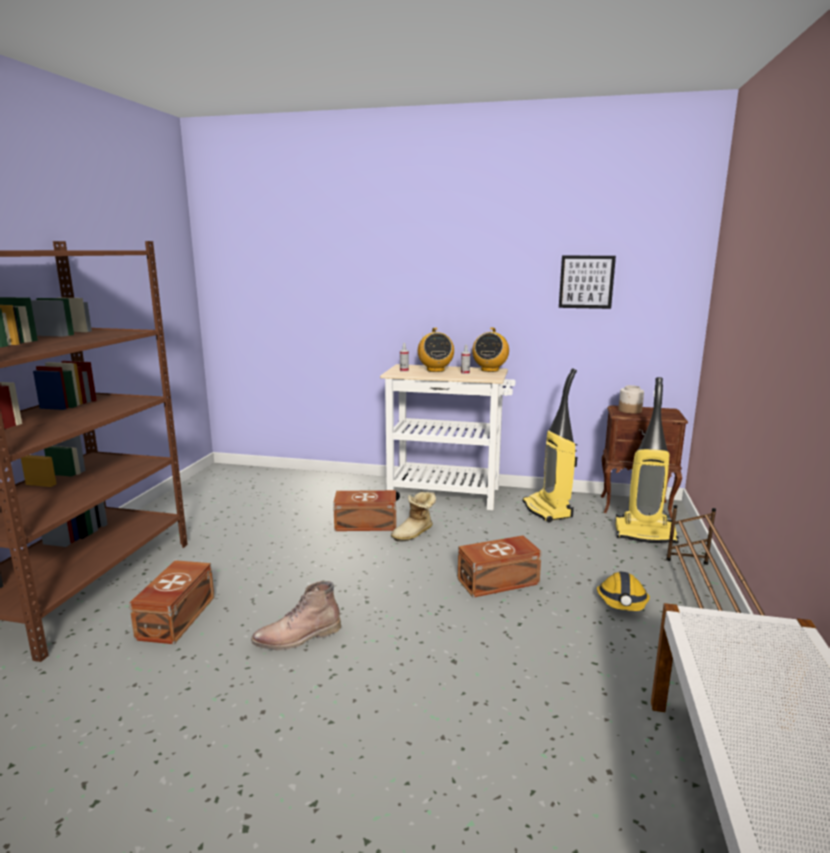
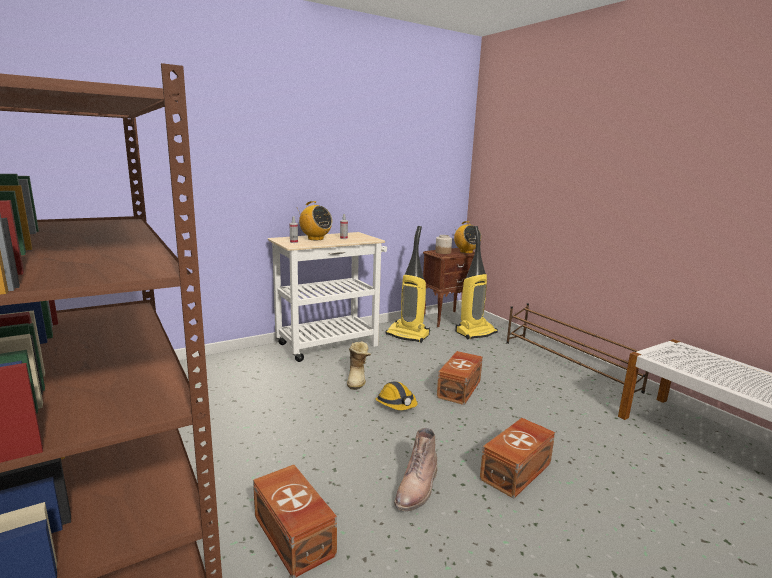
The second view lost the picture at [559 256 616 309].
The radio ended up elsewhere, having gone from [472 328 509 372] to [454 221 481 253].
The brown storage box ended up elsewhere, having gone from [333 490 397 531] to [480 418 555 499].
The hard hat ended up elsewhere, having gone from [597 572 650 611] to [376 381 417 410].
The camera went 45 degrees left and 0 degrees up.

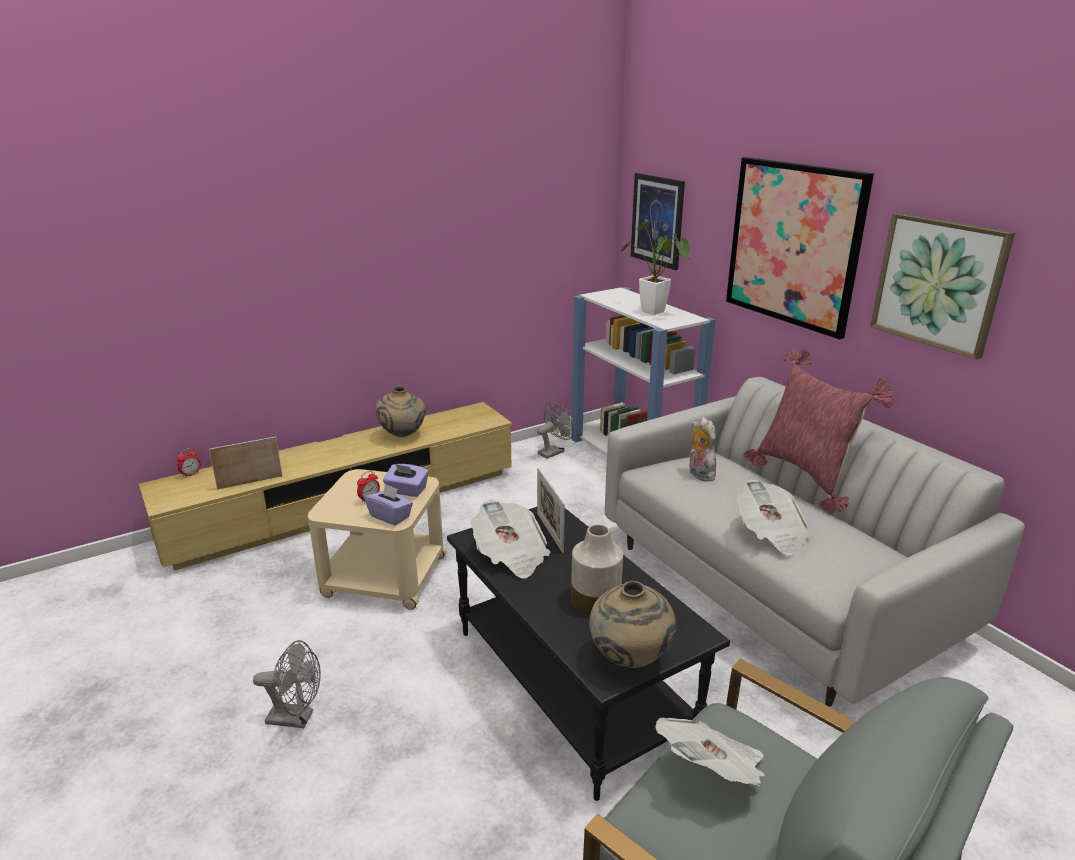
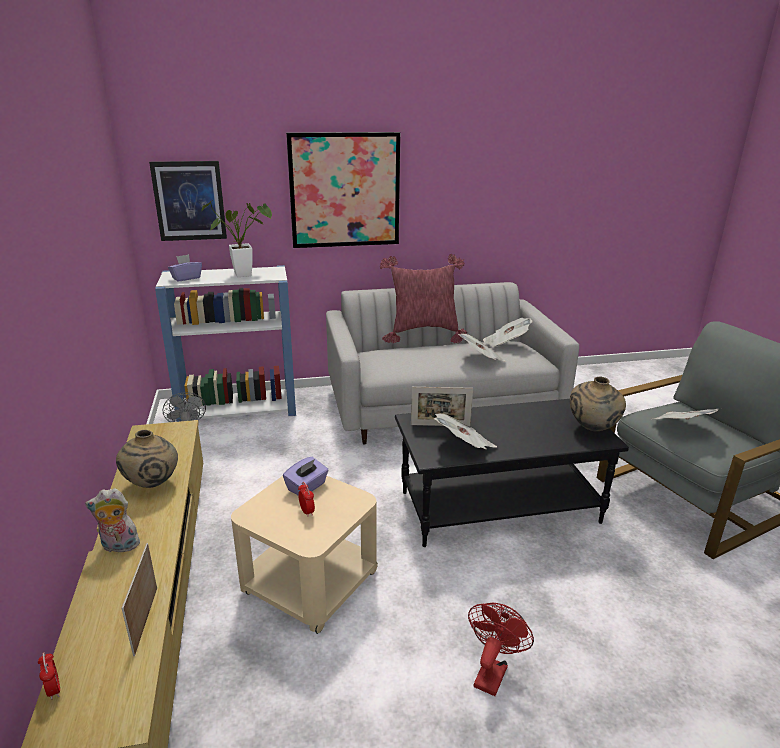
The second view lost the picture at [870 213 1015 360].
The plush toy ended up elsewhere, having gone from [689 417 716 481] to [85 488 142 552].
The purple tissue box ended up elsewhere, having gone from [365 484 413 525] to [168 254 202 281].
The second view lost the beige vase at [571 524 623 615].
What was the grey fan at [253 640 321 728] turned into the red fan at [468 603 534 696].
The second view gained the newspaper at [483 318 533 347].
The camera went 70 degrees left and 0 degrees up.

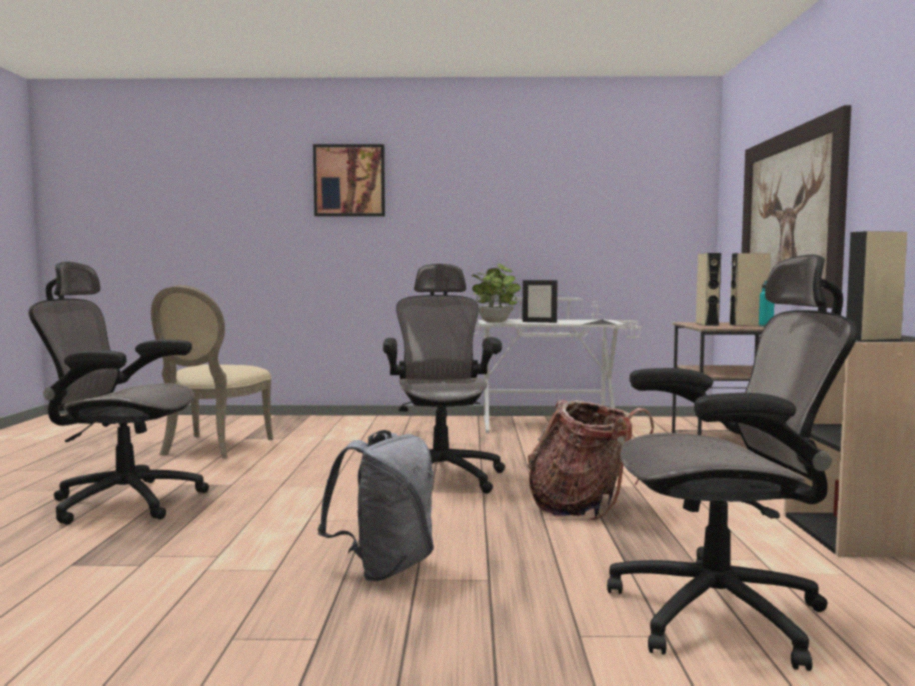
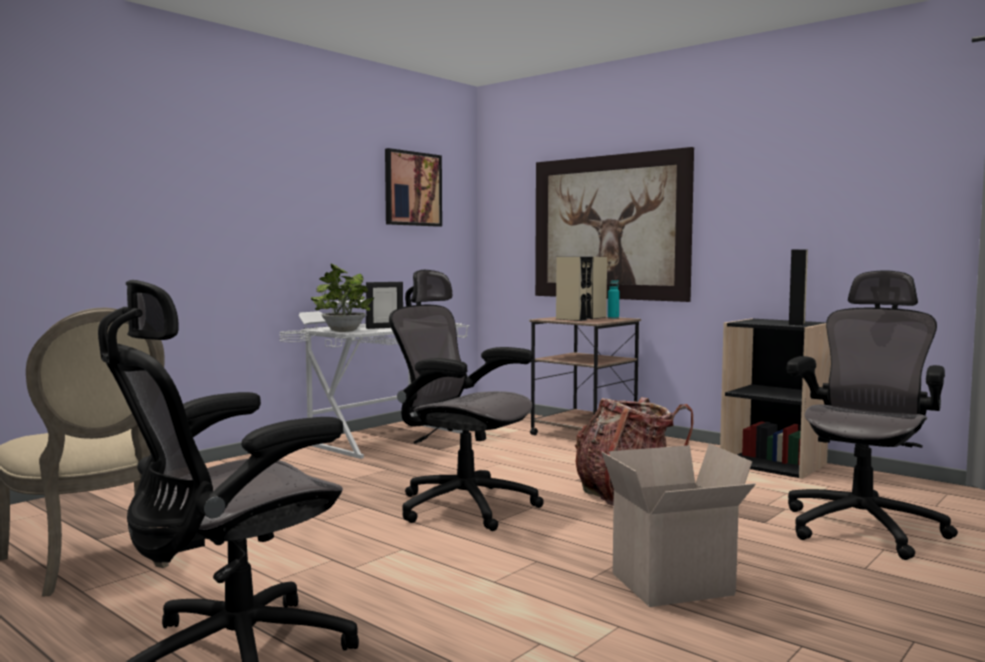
The picture ended up elsewhere, having gone from [313 144 385 216] to [385 148 442 227].
Where the grey backpack stood at [318 430 434 582], the cardboard box came to stand at [602 443 756 607].
The camera went 50 degrees left and 0 degrees up.

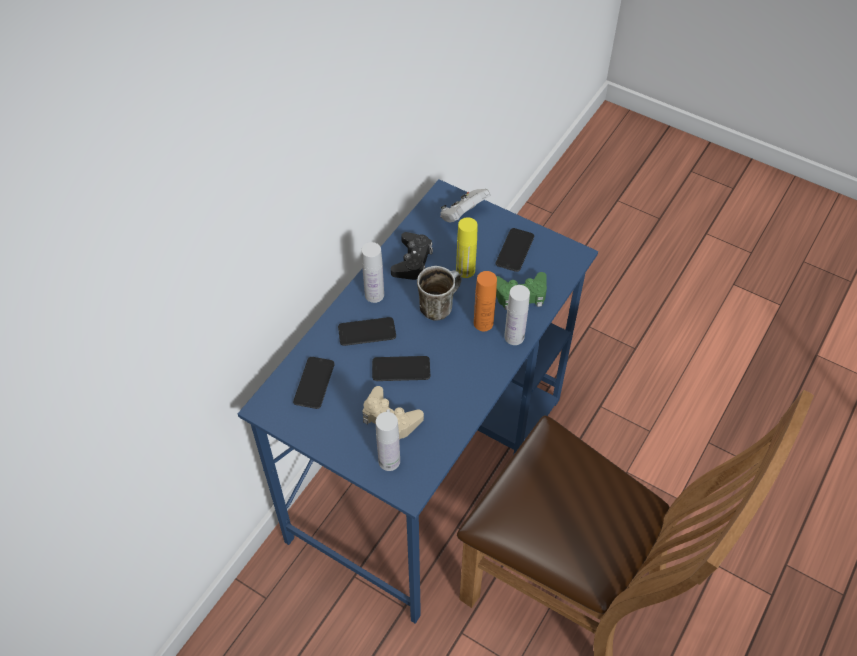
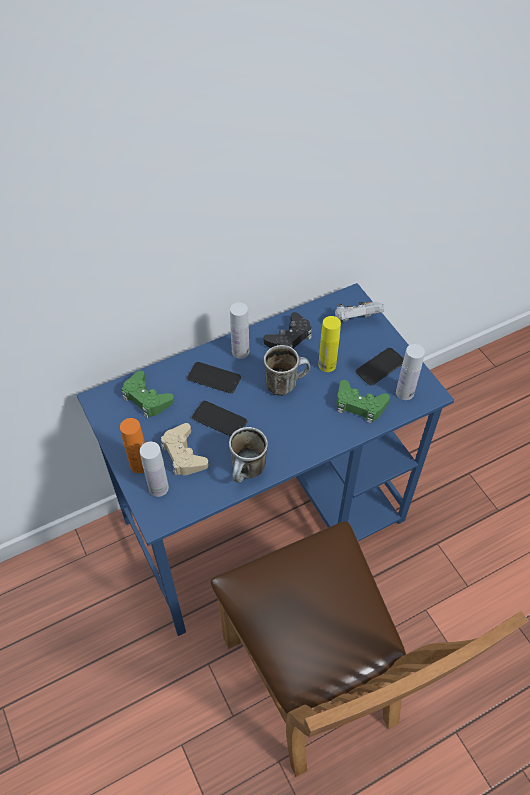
The orange bottle ended up elsewhere, having gone from [474 271 497 331] to [120 418 145 473].
The white bottle ended up elsewhere, having gone from [504 285 530 345] to [396 344 425 400].
Where the phone stood at [293 357 335 409], the green game controller came to stand at [122 370 174 418].
The second view gained the mug at [229 427 268 483].
The camera went 30 degrees right and 0 degrees up.

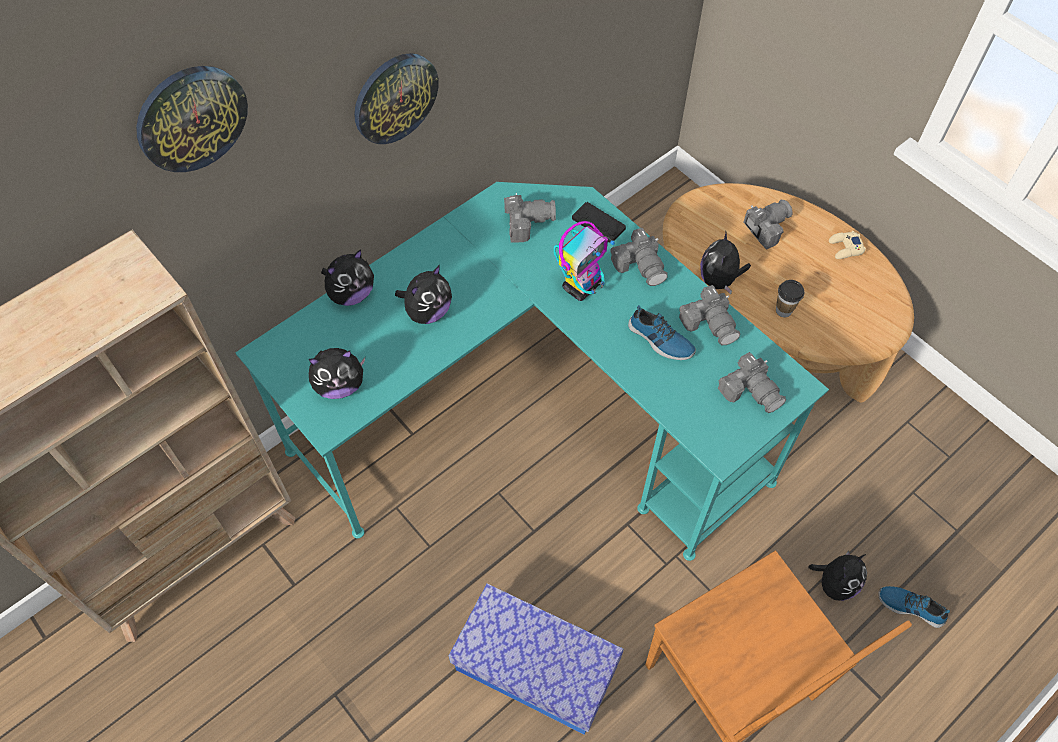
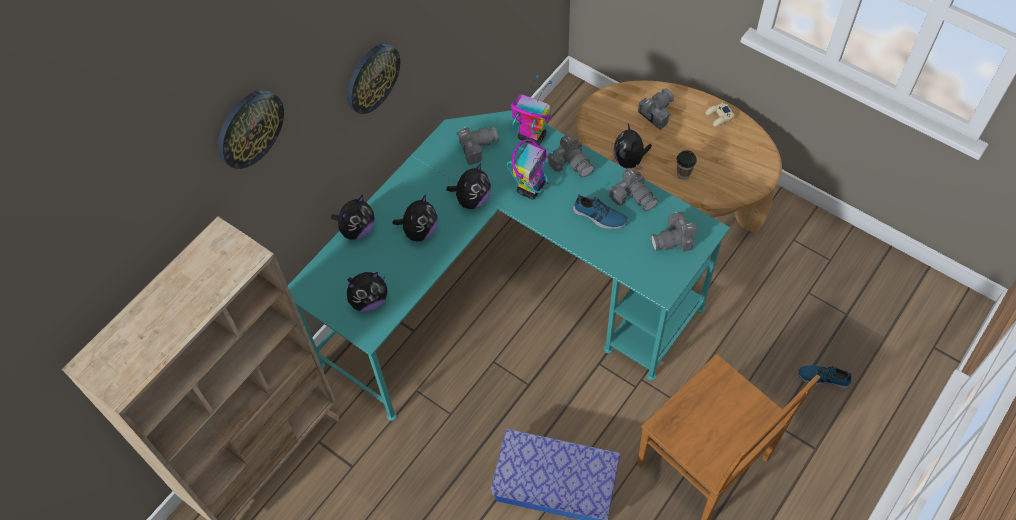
Where the black game controller stood at [572 202 626 243], the toy robot came to stand at [511 75 552 145].
The photo camera at [718 352 786 413] ended up facing another way, 120 degrees clockwise from before.
The plush toy ended up elsewhere, having gone from [808 551 867 601] to [446 163 491 209].
The camera went 10 degrees left and 0 degrees up.

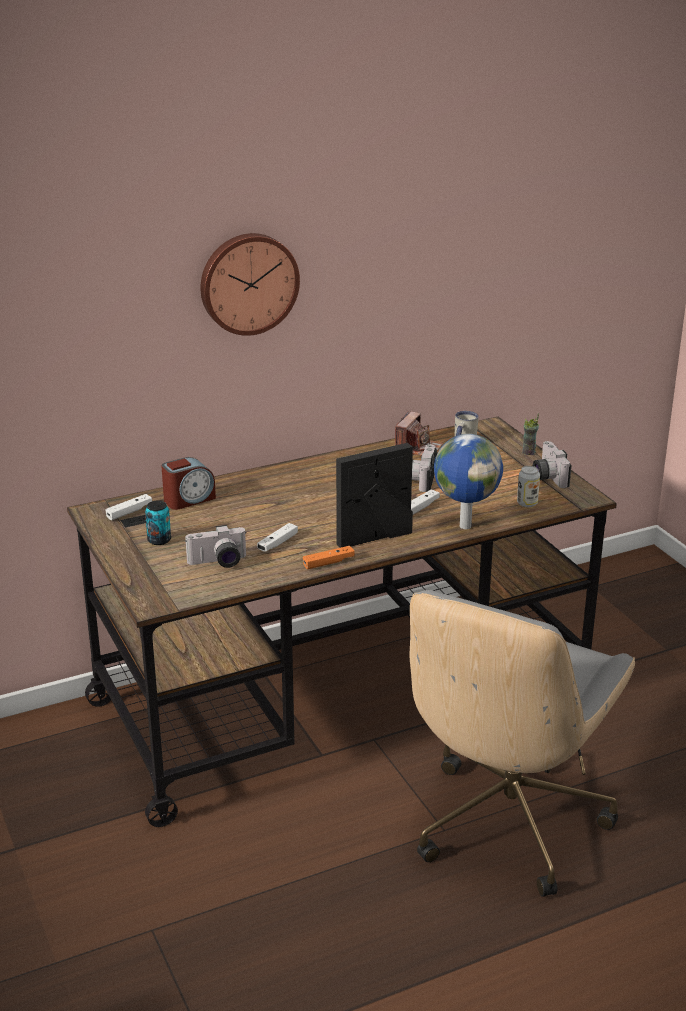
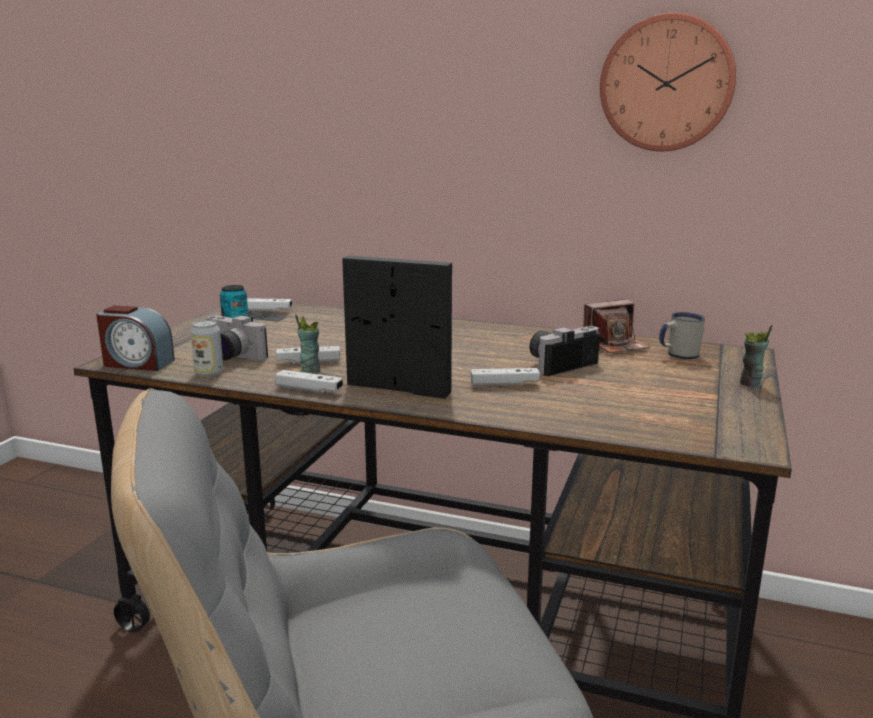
The wall clock ended up elsewhere, having gone from [200 233 300 336] to [600 13 736 151].
The second view lost the globe at [434 434 503 529].
The second view lost the photo camera at [533 441 572 488].
The alarm clock ended up elsewhere, having gone from [161 457 216 510] to [96 305 175 371].
The can ended up elsewhere, having gone from [517 466 540 507] to [190 320 224 377].
What was the orange game controller at [303 546 355 569] turned into the white game controller at [275 370 343 393].
The second view gained the cup at [295 314 320 374].
The camera went 45 degrees right and 10 degrees down.

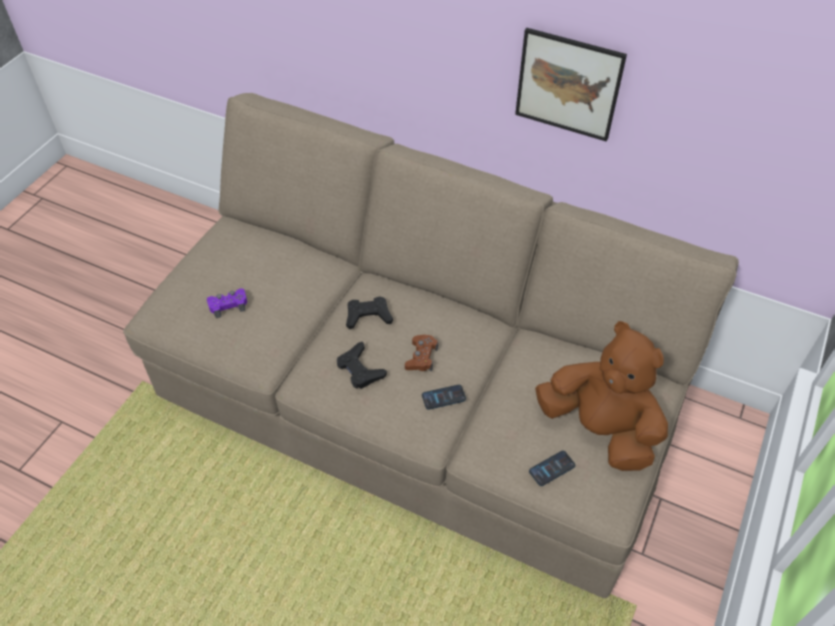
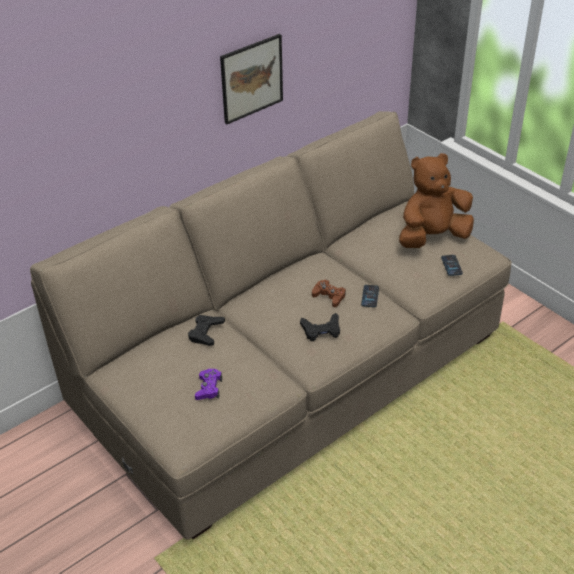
The black game controller ended up elsewhere, having gone from [346 296 393 329] to [188 315 225 346].
The camera went 65 degrees left and 10 degrees down.

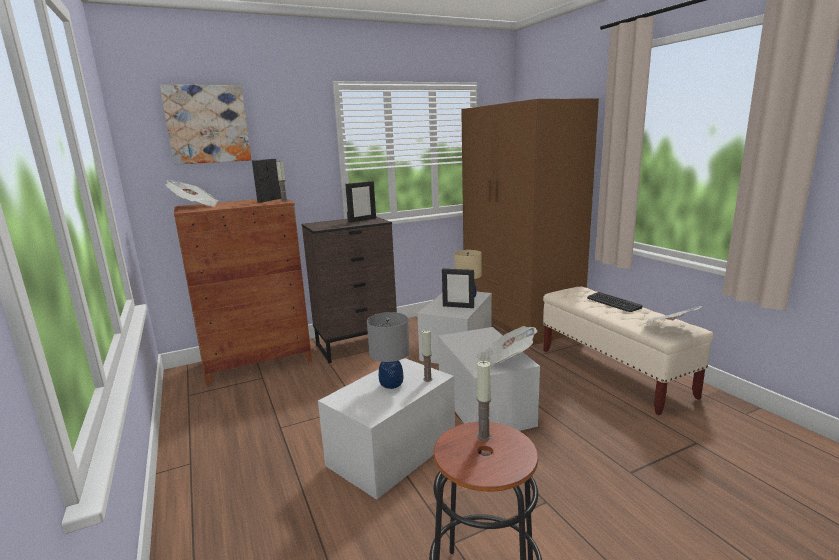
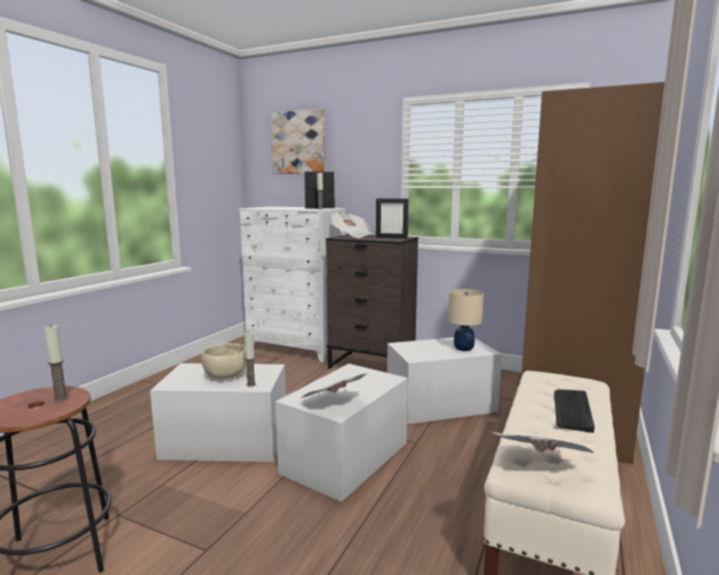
The newspaper ended up elsewhere, having gone from [166 180 219 207] to [331 211 372 238].
What was the brown dresser at [174 199 312 386] turned into the white dresser at [239 207 346 362].
The second view lost the picture frame at [442 269 474 308].
Where the grey table lamp stood at [367 312 410 389], the beige bowl came to stand at [201 343 247 379].
The camera went 50 degrees right and 5 degrees down.

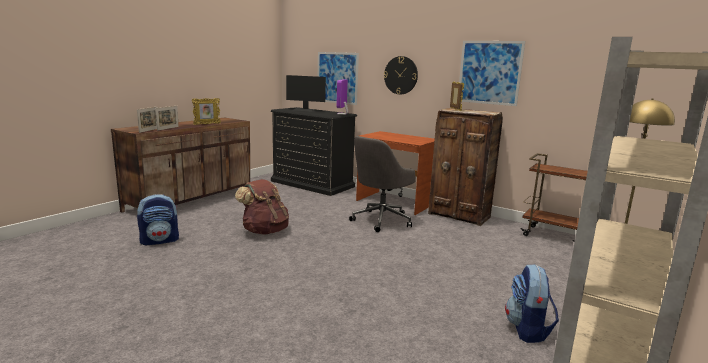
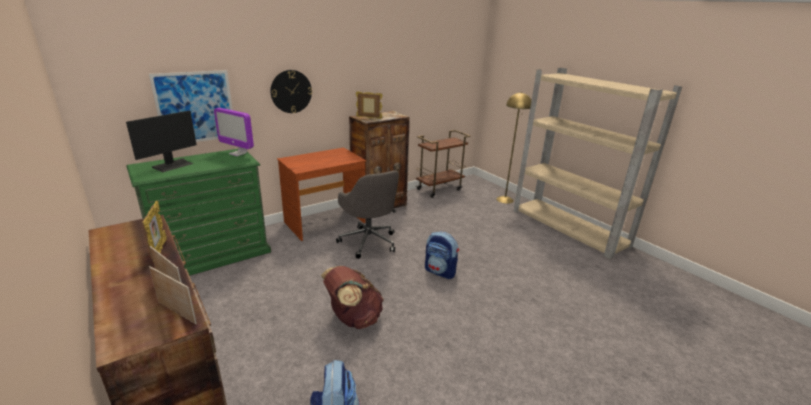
The second view lost the picture at [459 41 525 106].
What was the black dresser at [271 107 357 196] turned into the green dresser at [127 149 271 276].
The backpack ended up elsewhere, having gone from [505 264 559 343] to [425 231 459 279].
The camera went 70 degrees left and 10 degrees up.

